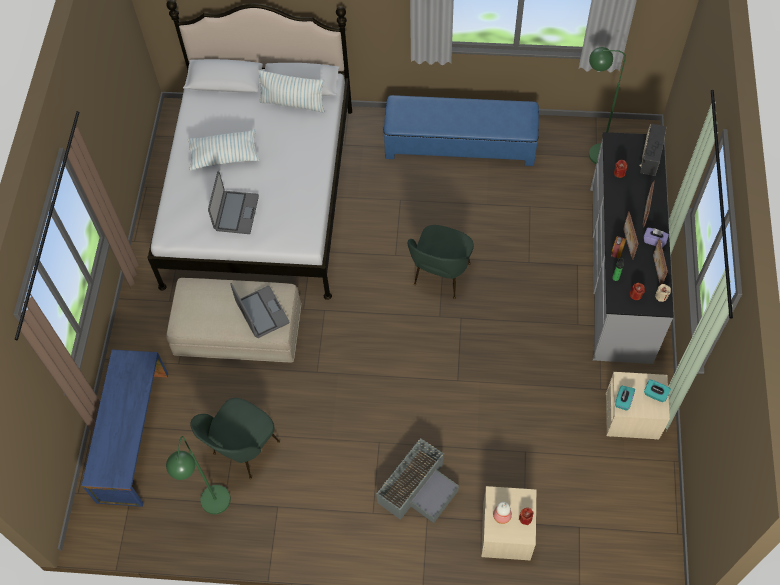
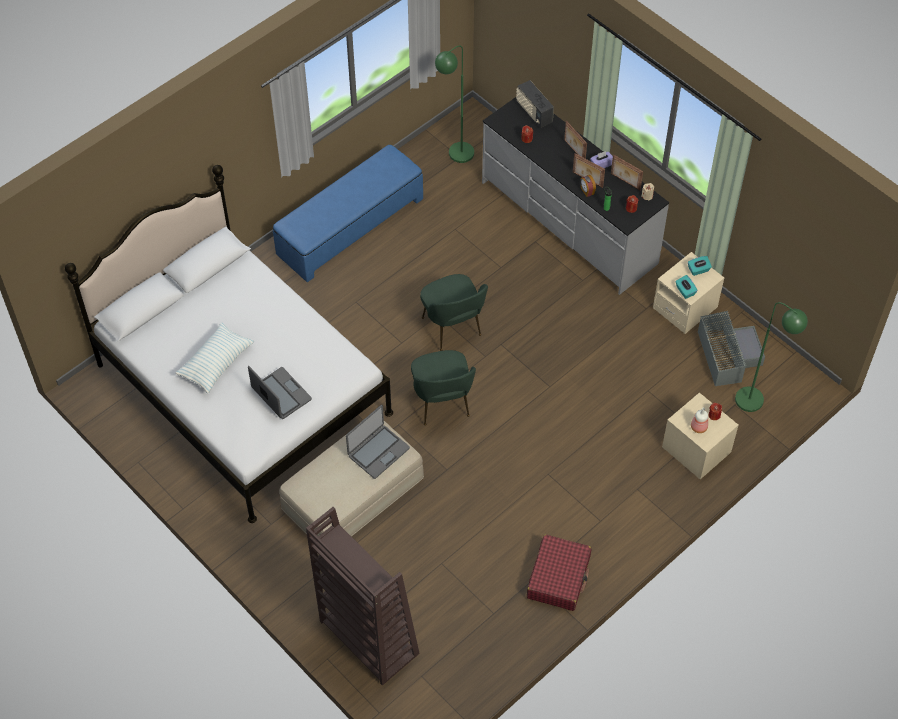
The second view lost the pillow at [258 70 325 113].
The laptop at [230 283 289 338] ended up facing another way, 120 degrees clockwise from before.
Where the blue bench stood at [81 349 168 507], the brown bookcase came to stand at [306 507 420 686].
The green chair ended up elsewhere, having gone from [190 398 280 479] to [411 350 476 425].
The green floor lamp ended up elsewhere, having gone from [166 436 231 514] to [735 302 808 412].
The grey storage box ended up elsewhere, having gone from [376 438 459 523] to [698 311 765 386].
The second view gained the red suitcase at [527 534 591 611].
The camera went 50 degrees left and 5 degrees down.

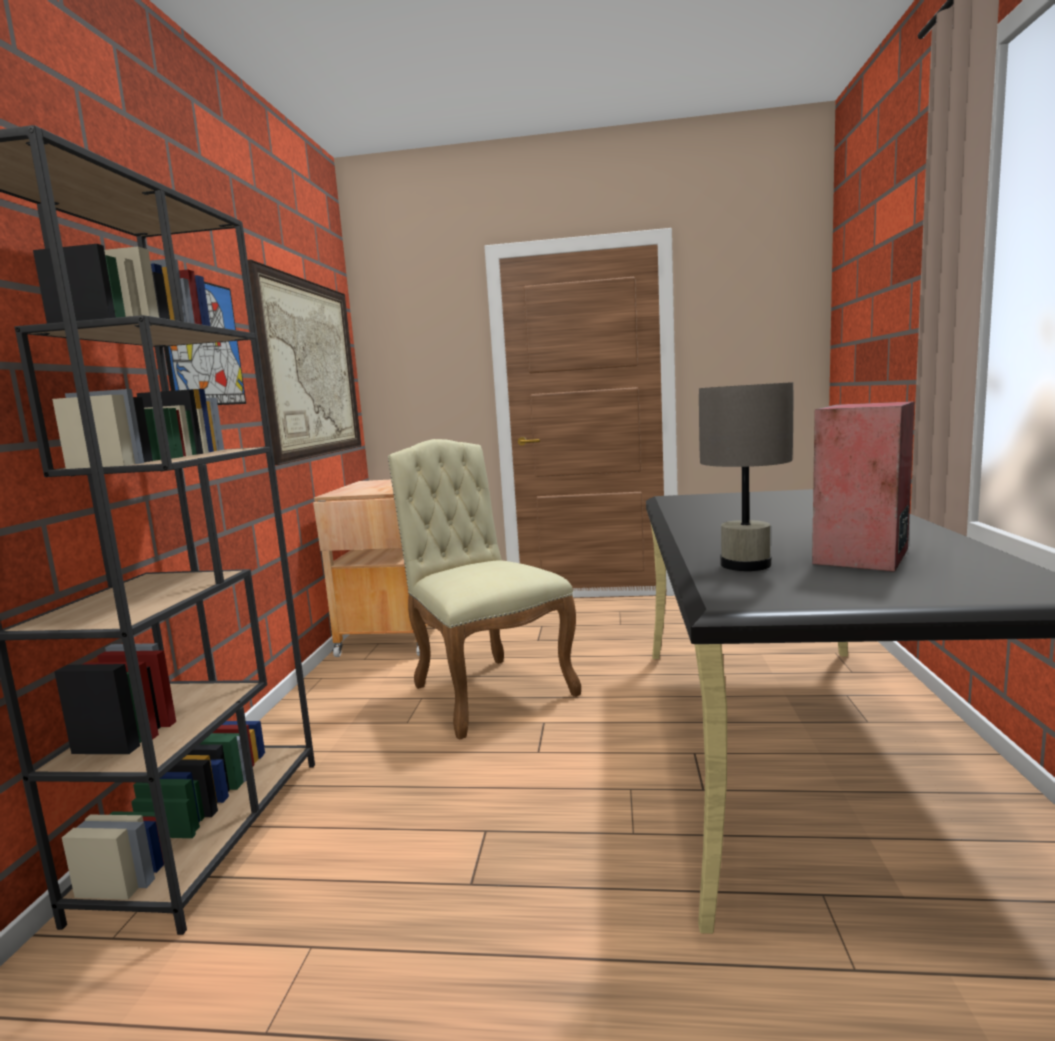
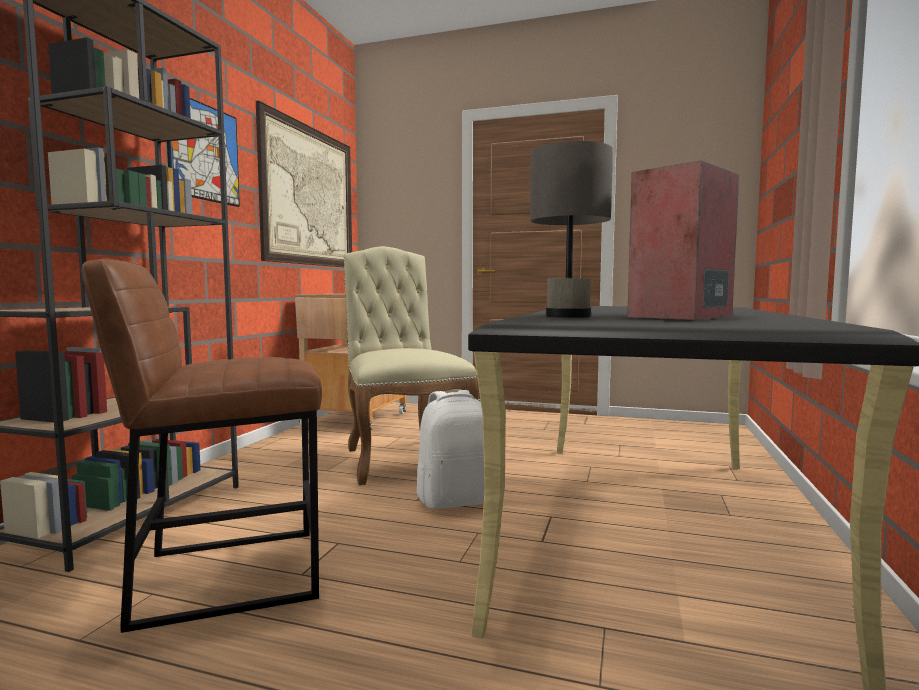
The second view gained the brown chair at [81 258 322 633].
The second view gained the white backpack at [417 390 485 509].
The camera went 10 degrees right and 5 degrees down.

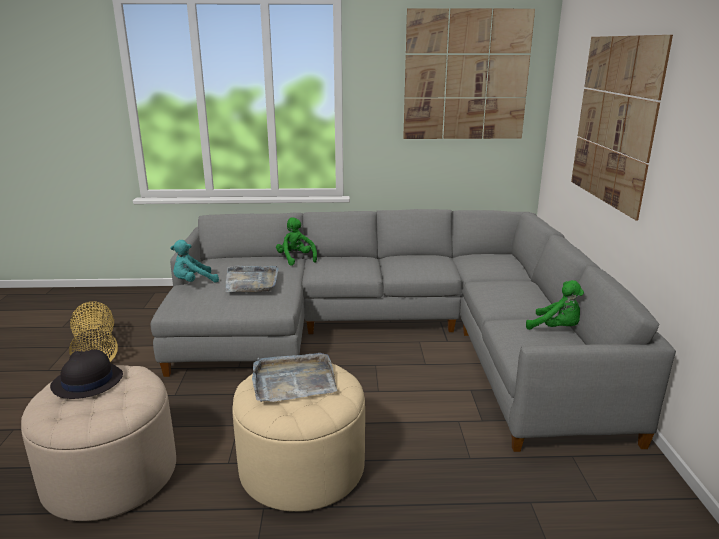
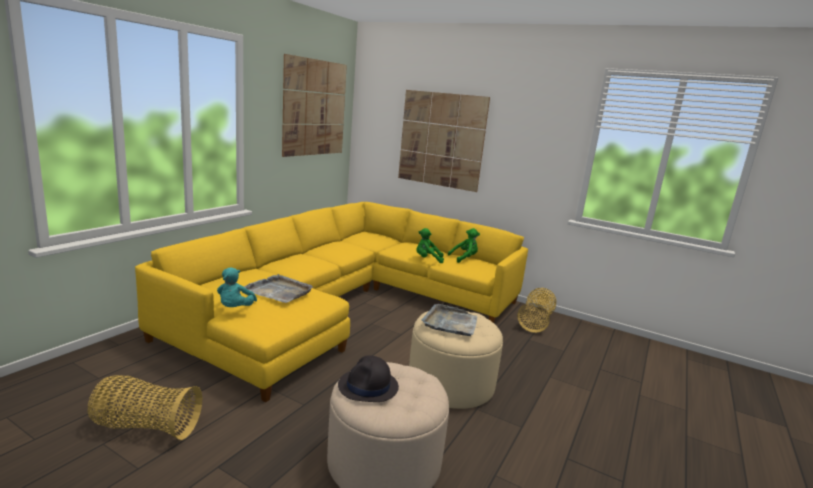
What was the grey sofa at [151 209 676 452] turned into the yellow sofa at [135 202 528 402].
The green plush toy ended up elsewhere, having gone from [276 217 317 266] to [417 228 444 263].
The second view gained the basket at [518 288 556 333].
The camera went 60 degrees left and 5 degrees down.

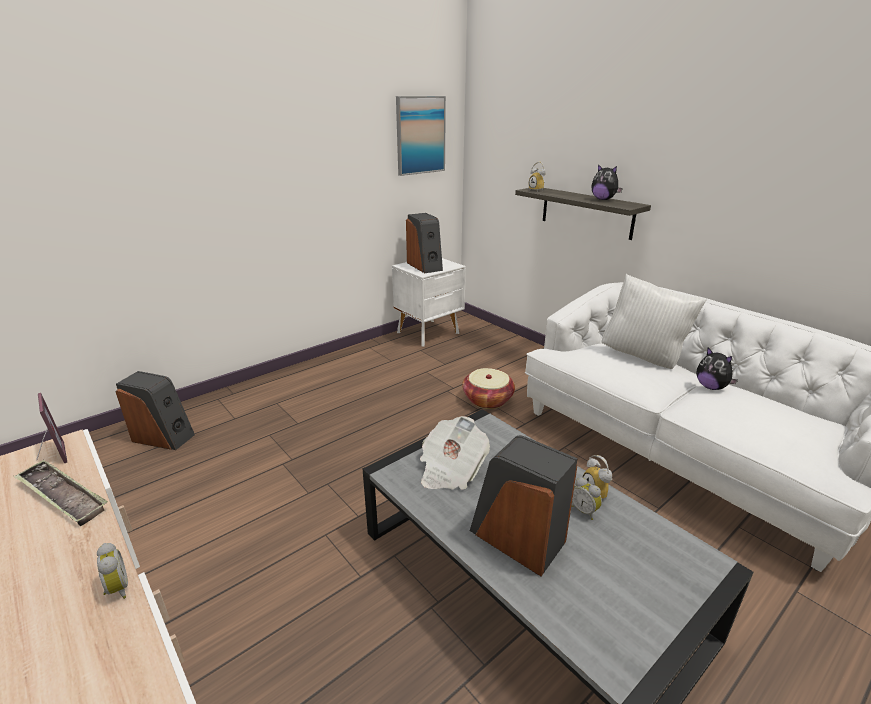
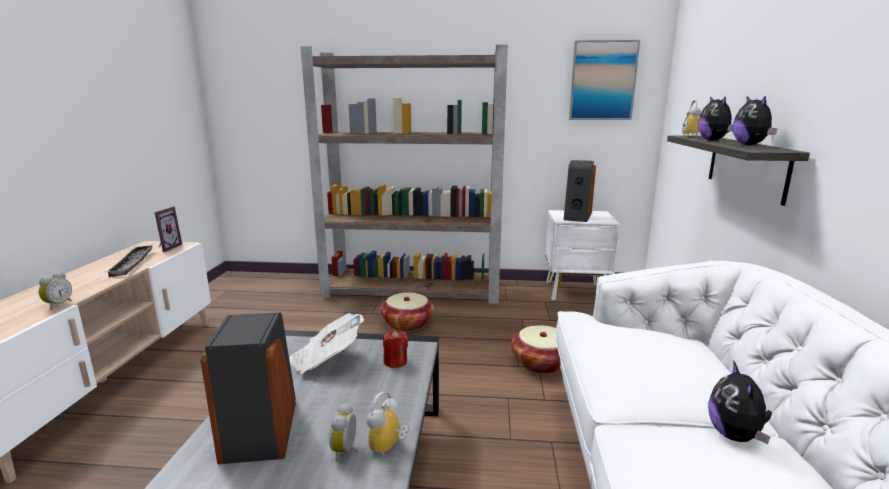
The second view lost the white pillow at [602 274 707 369].
The second view lost the speaker at [116 371 195 450].
The second view gained the brown bookcase at [301 45 508 304].
The second view gained the plush toy at [698 96 733 141].
The second view gained the basket at [381 292 434 331].
The second view gained the red candle at [383 330 408 368].
The camera went 45 degrees right and 10 degrees down.

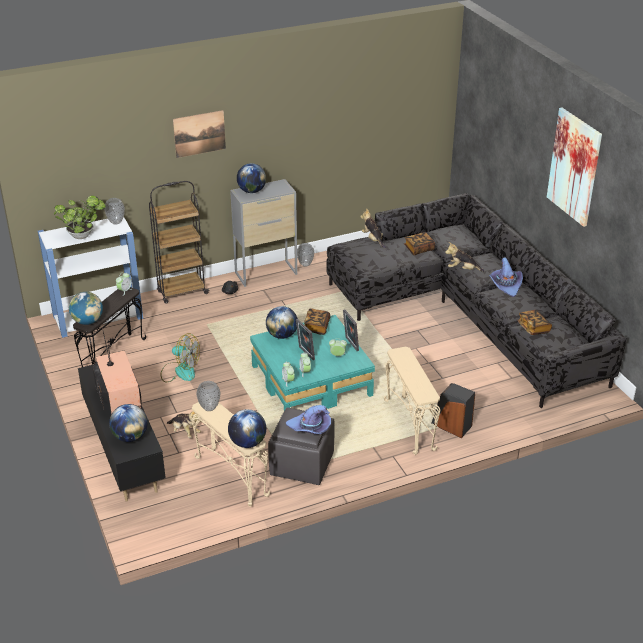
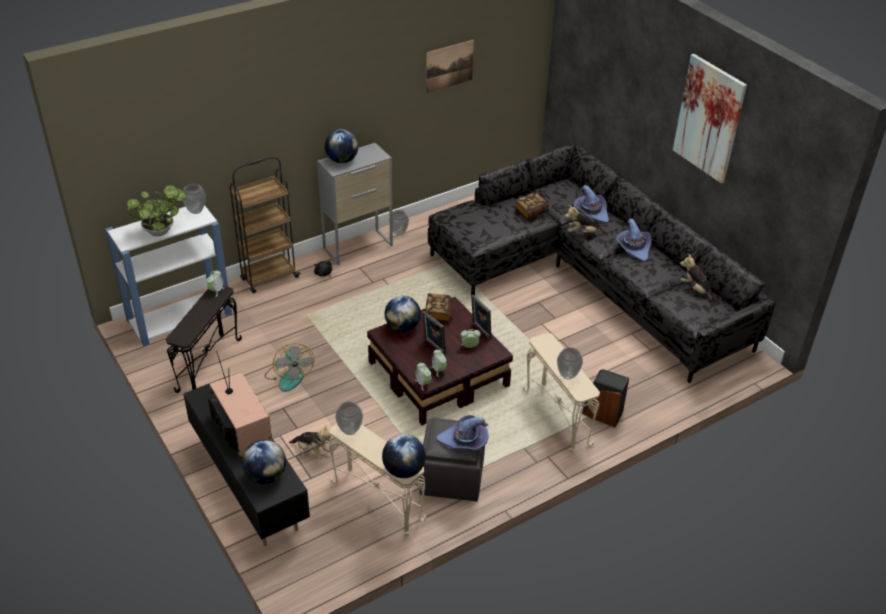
The picture ended up elsewhere, having gone from [173 110 226 158] to [426 40 474 93].
The plush toy ended up elsewhere, having gone from [360 208 386 249] to [680 253 717 302].
The second view lost the globe at [69 292 103 325].
The second view lost the book at [517 310 552 335].
What was the turquoise coffee table at [250 315 375 410] turned into the brown coffee table at [367 297 513 425].
The fan at [160 333 200 382] ended up facing another way, 60 degrees clockwise from before.
The second view gained the purple hat at [574 185 609 223].
The second view gained the vase at [557 347 583 379].
The camera went 10 degrees left and 5 degrees up.

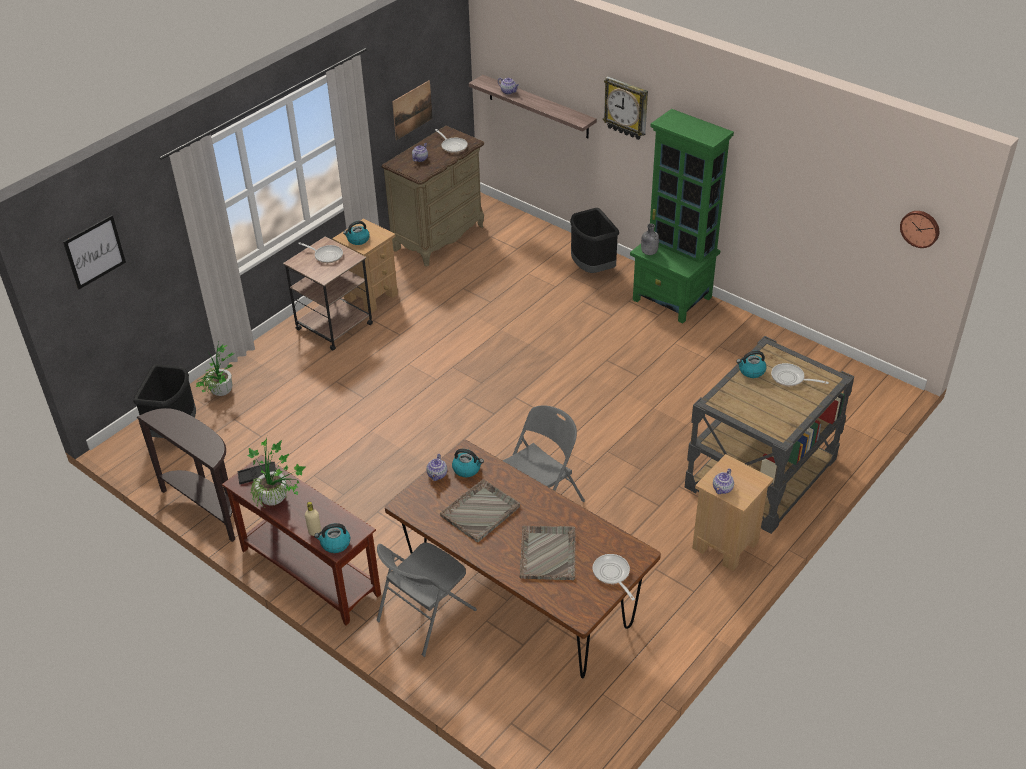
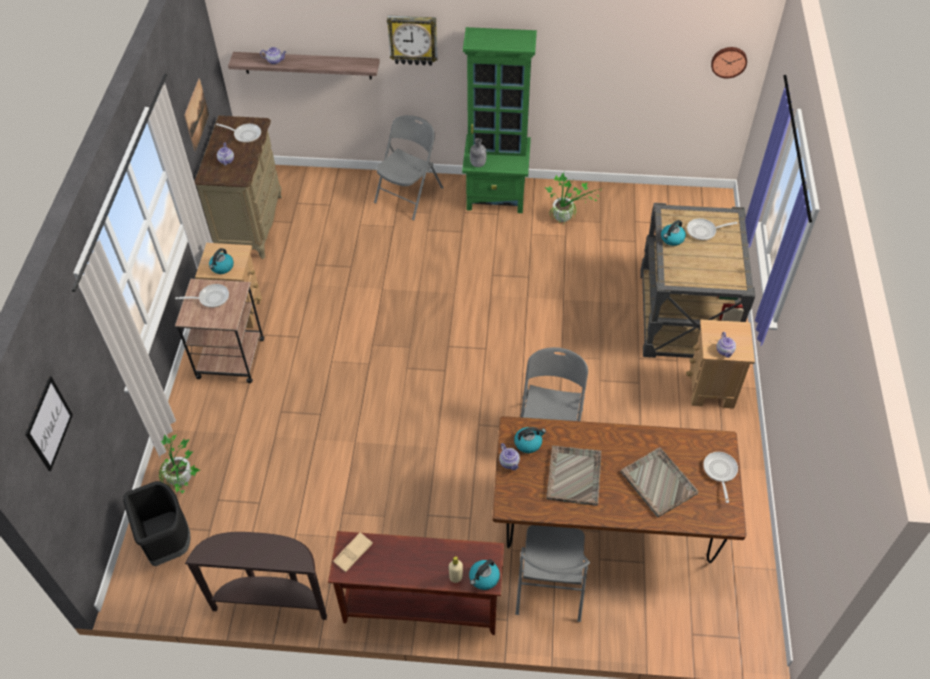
Where the black trash can stood at [570 208 619 273], the grey chair came to stand at [374 115 443 220].
The potted plant ended up elsewhere, having gone from [247 439 306 508] to [545 173 602 226].
What was the black tray at [238 462 276 484] turned into the beige tray at [333 532 373 572].
The frying pan at [593 554 635 601] ended up facing another way, 60 degrees clockwise from before.
The camera went 35 degrees left and 10 degrees up.

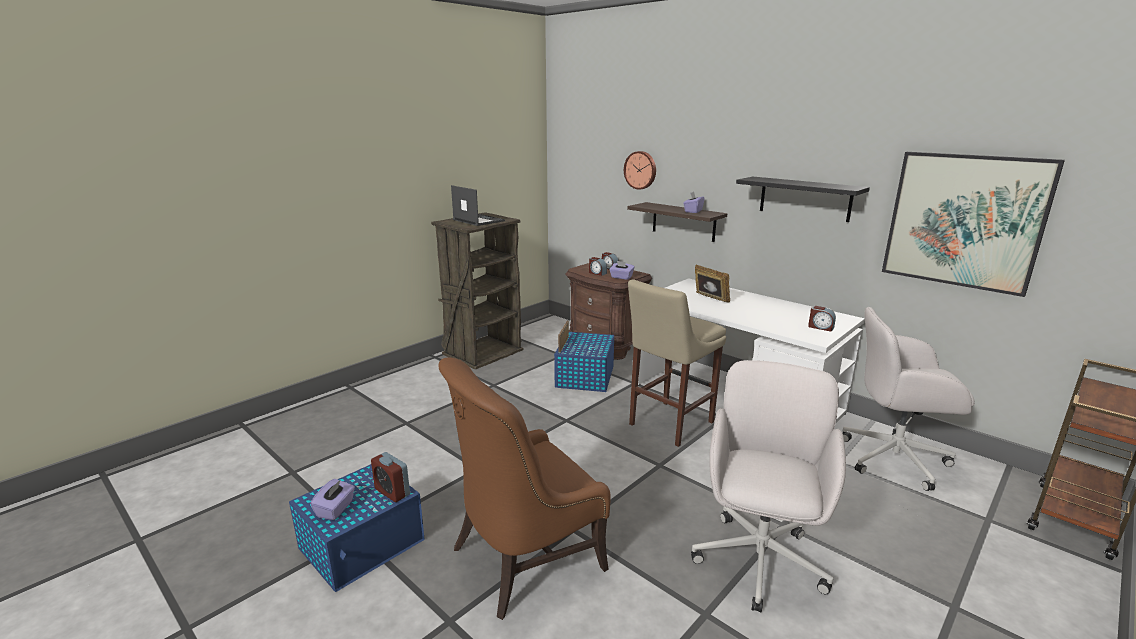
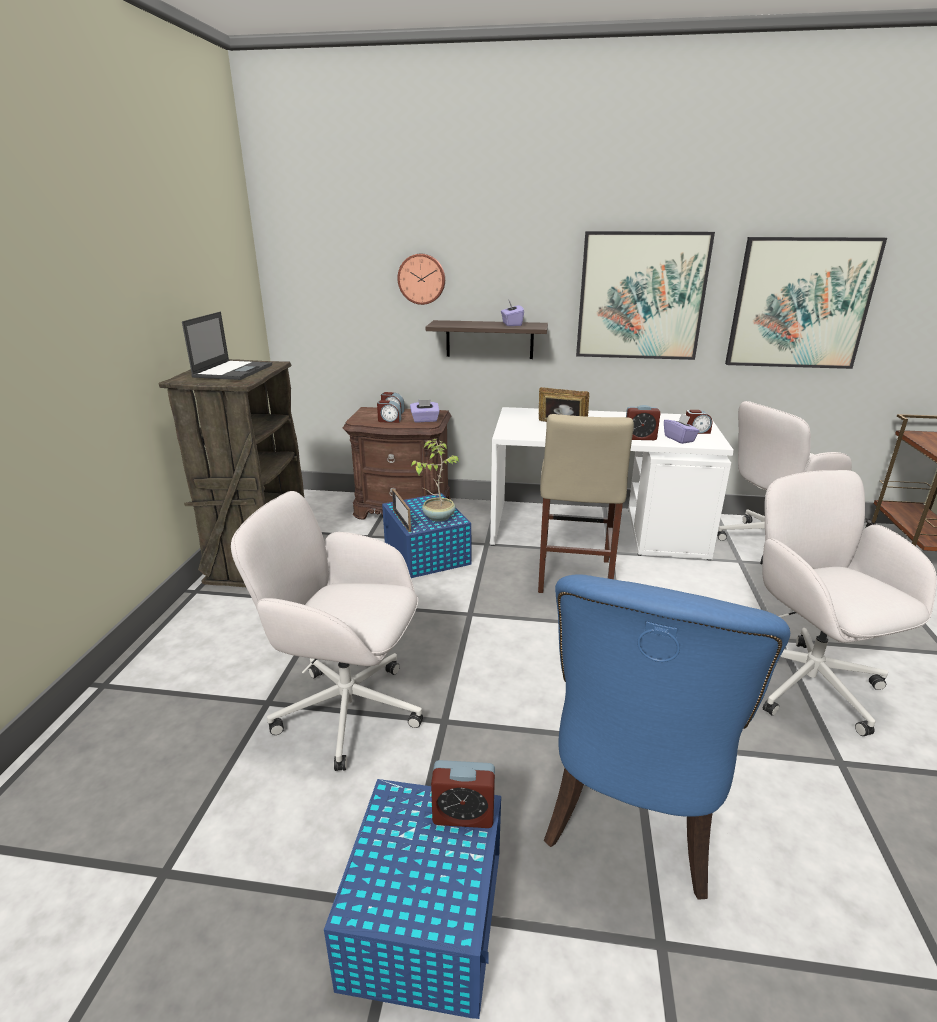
Where the black shelf hung at [736 177 870 222], the picture came to hang at [576 231 715 360].
The laptop at [451 185 505 226] ended up facing another way, 90 degrees clockwise from before.
What was the brown chair at [438 357 611 620] turned into the blue chair at [544 574 790 900].
The purple tissue box ended up elsewhere, having gone from [310 479 355 520] to [664 414 699 444].
The second view gained the alarm clock at [626 405 661 440].
The second view gained the potted plant at [411 439 459 522].
The second view gained the white office chair at [231 491 423 771].
The camera went 35 degrees left and 5 degrees up.

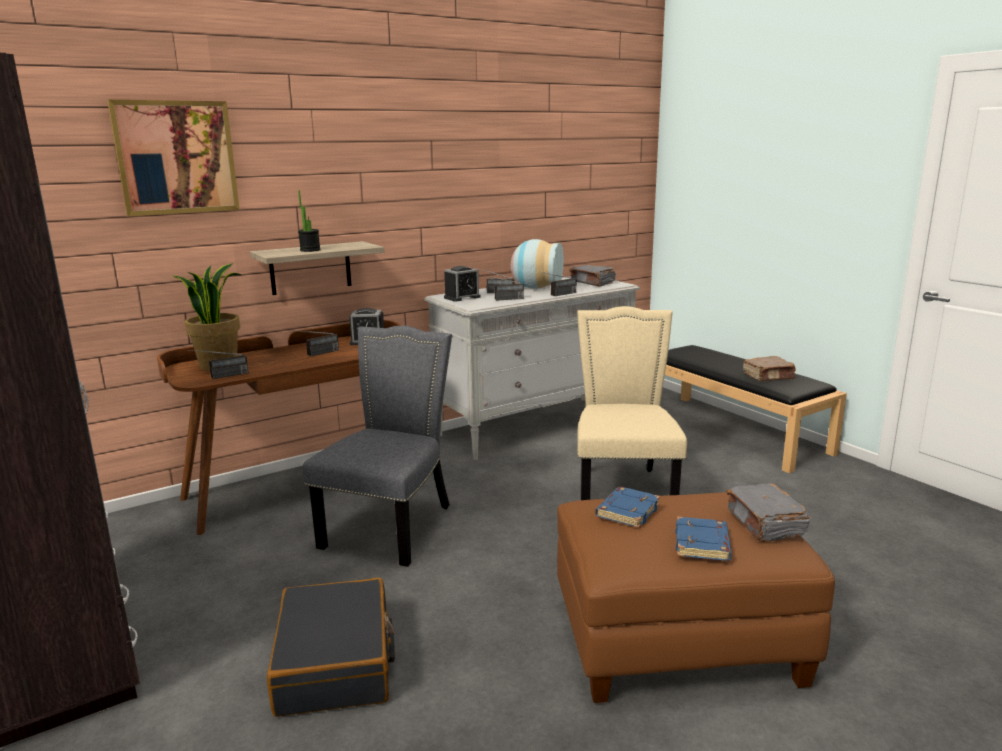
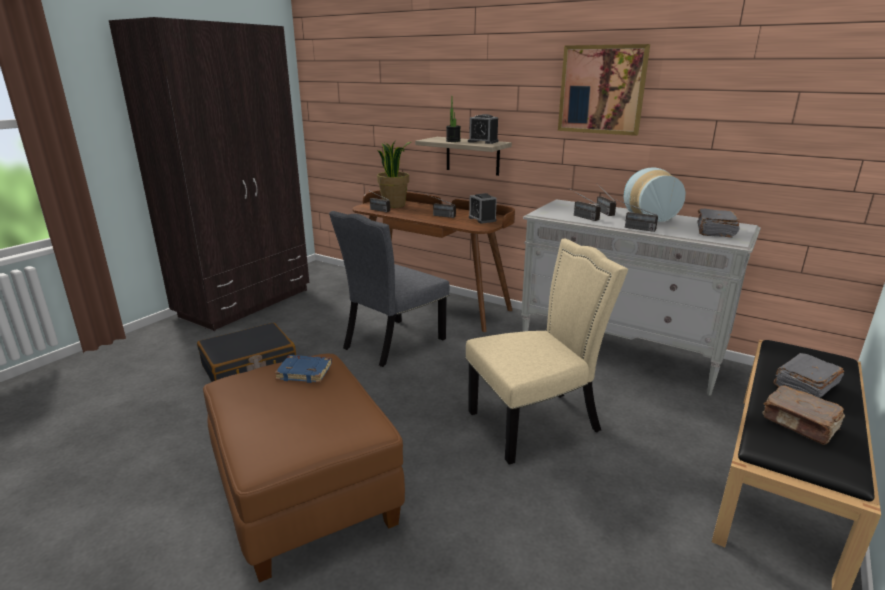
The picture ended up elsewhere, having gone from [107 100 240 216] to [558 44 650 136].
The alarm clock ended up elsewhere, having gone from [444 266 481 302] to [468 114 499 144].
The grey chair at [303 326 452 567] ended up facing another way, 135 degrees clockwise from before.
The grey book ended up elsewhere, having gone from [726 483 810 542] to [773 353 844 398].
The second view lost the blue book at [675 517 732 561].
The camera went 65 degrees right and 5 degrees up.

